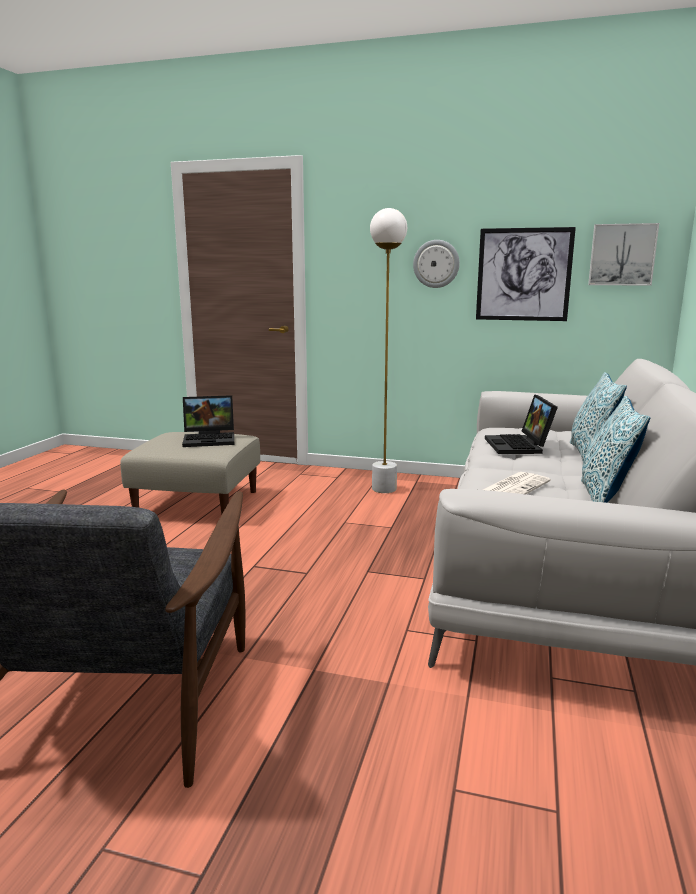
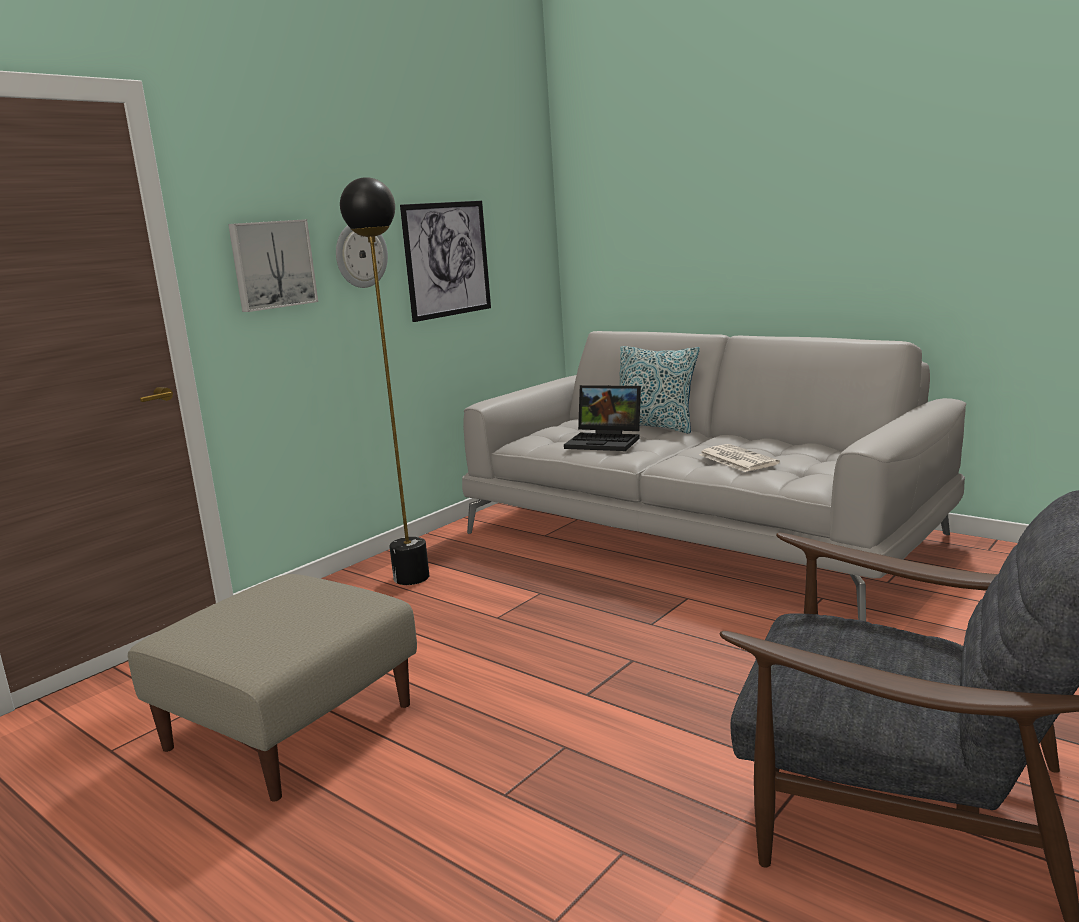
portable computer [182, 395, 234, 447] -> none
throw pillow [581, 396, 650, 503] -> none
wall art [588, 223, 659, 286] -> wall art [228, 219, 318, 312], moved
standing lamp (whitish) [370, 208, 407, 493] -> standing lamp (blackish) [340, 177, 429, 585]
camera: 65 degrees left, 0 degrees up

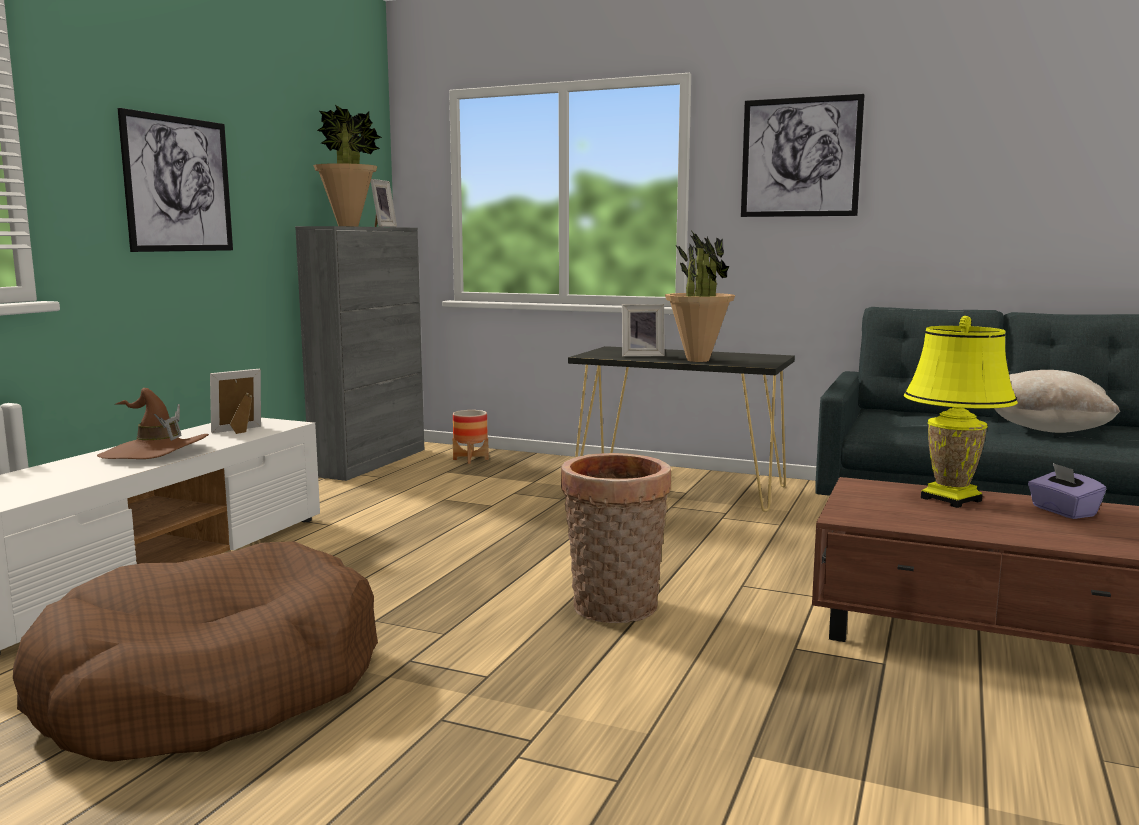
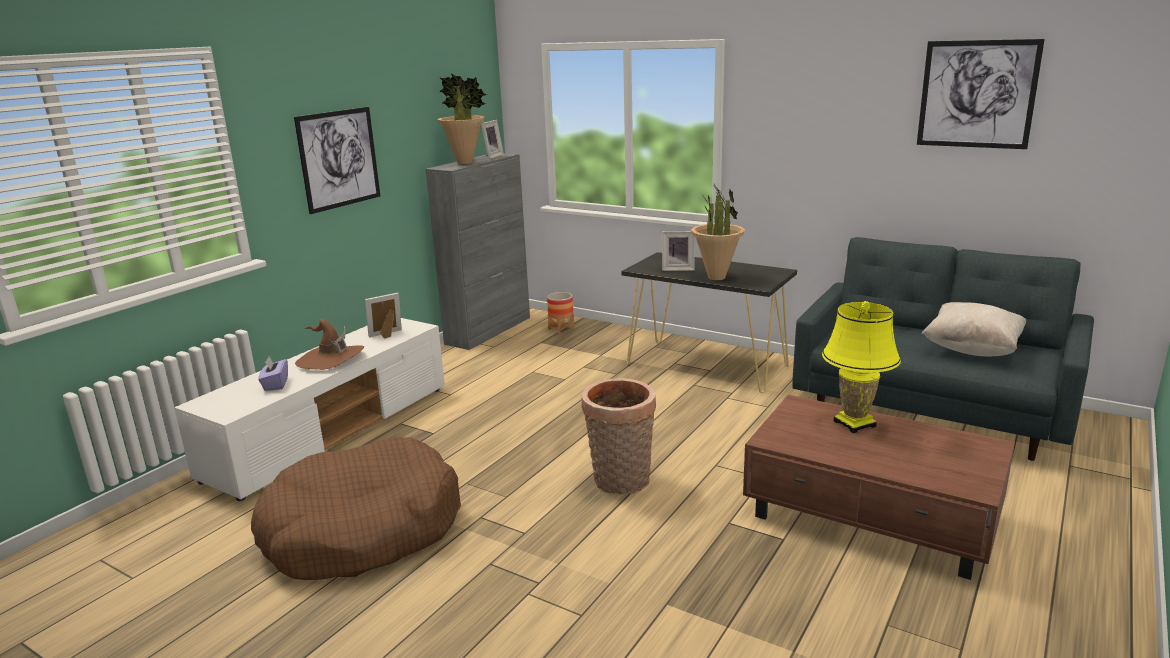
wall art [741, 94, 865, 217] -> wall art [917, 39, 1045, 149], moved
tissue box (purplish) [1028, 463, 1106, 519] -> tissue box (purplish) [258, 356, 288, 391], moved
camera: 10 degrees right, 10 degrees up

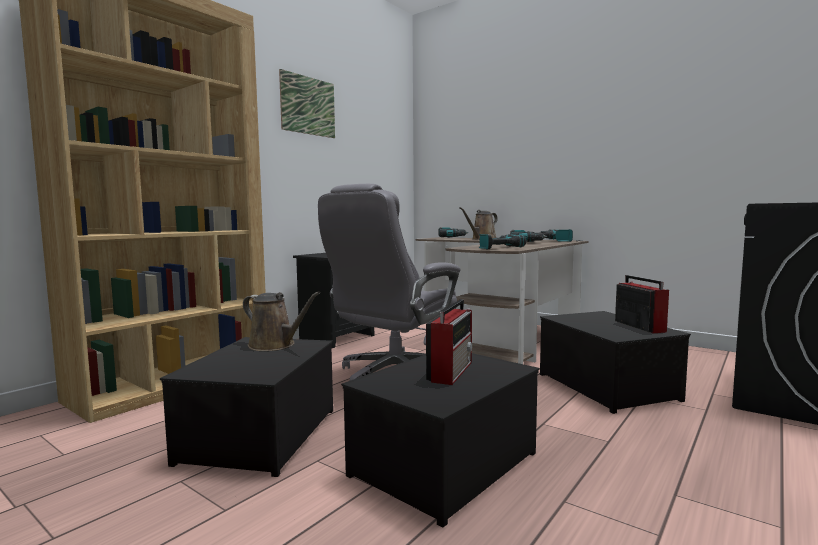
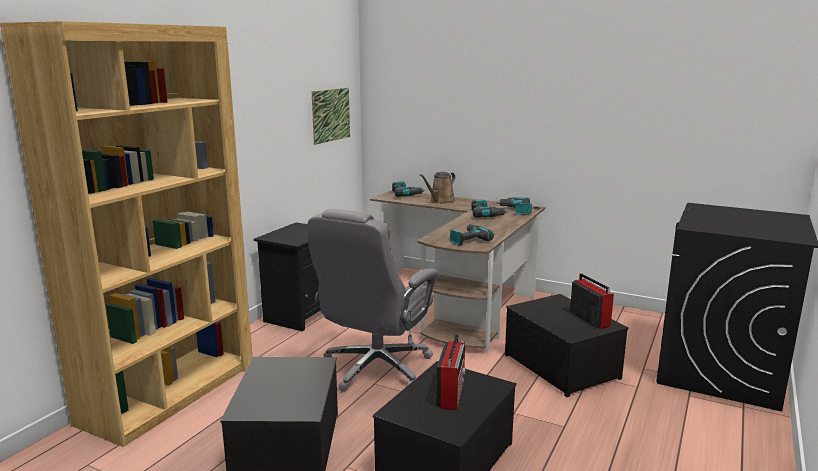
sprinkling can (brownish) [243, 291, 320, 351] -> none
wall art [279, 69, 335, 138] -> wall art [312, 88, 350, 145], moved
camera: 10 degrees left, 10 degrees up

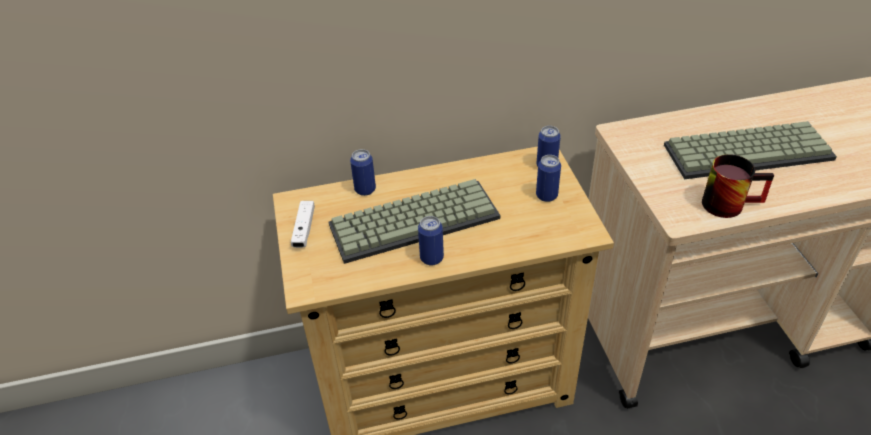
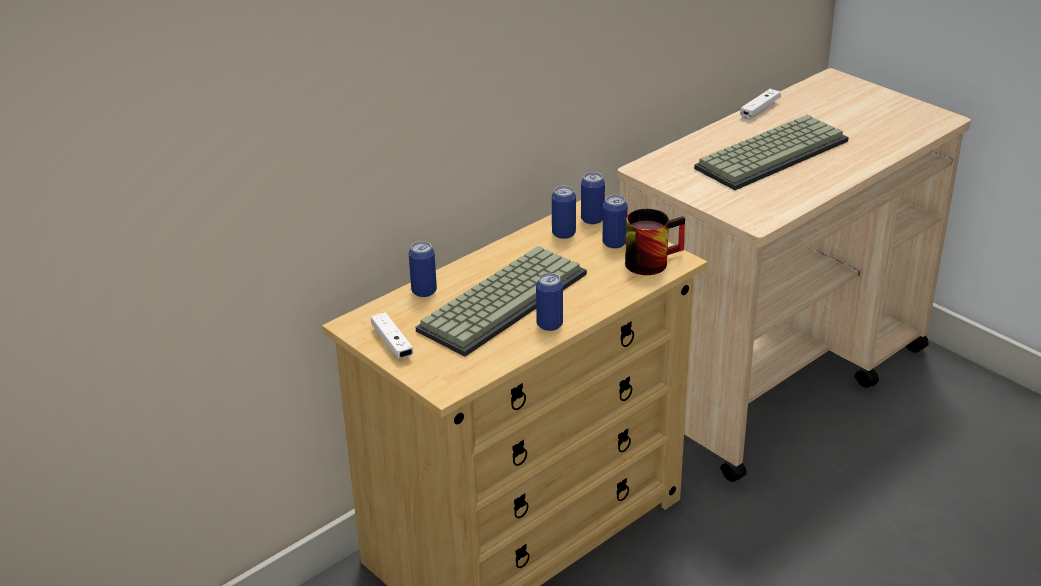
none -> metal can [552, 186, 576, 239]
none -> joypad (whitish) [741, 89, 781, 120]
tea mug [702, 154, 774, 218] -> tea mug [625, 209, 685, 275], moved
camera: 30 degrees left, 10 degrees down

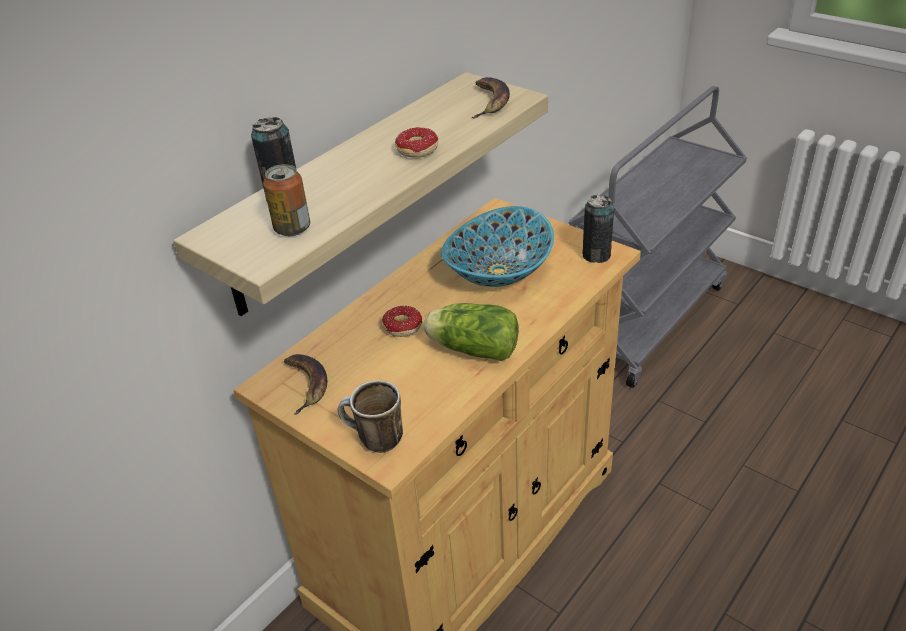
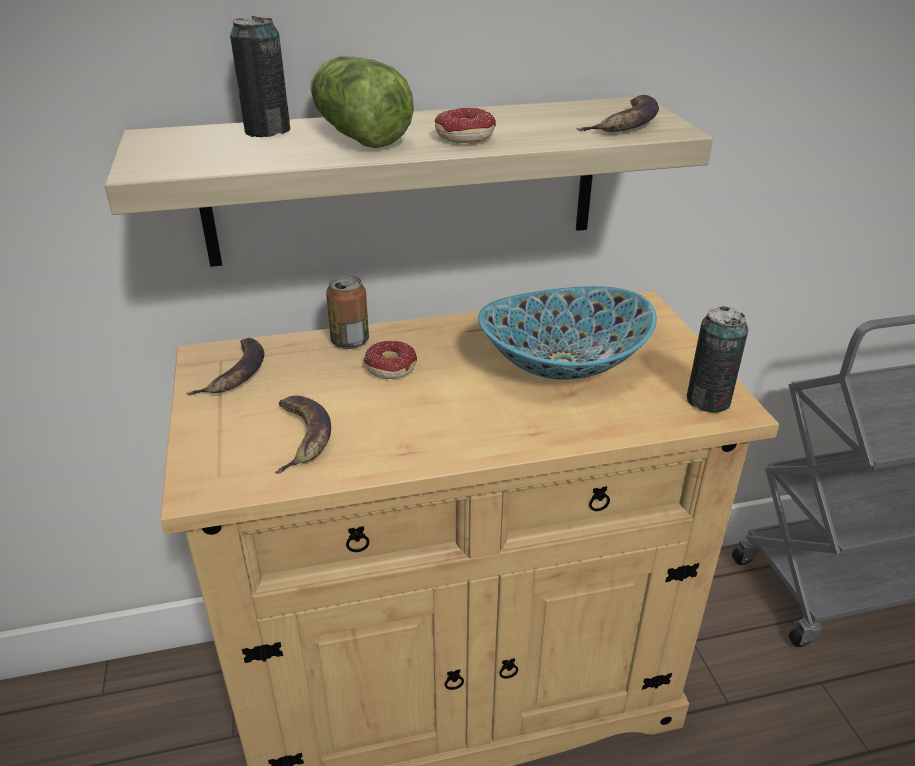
tea mug [338, 380, 403, 453] -> none
none -> banana fruit [275, 396, 331, 474]
metal can [263, 164, 310, 236] -> metal can [326, 275, 369, 349], moved
head of lettuce [423, 303, 519, 361] -> head of lettuce [310, 56, 414, 148], moved
camera: 35 degrees right, 5 degrees down

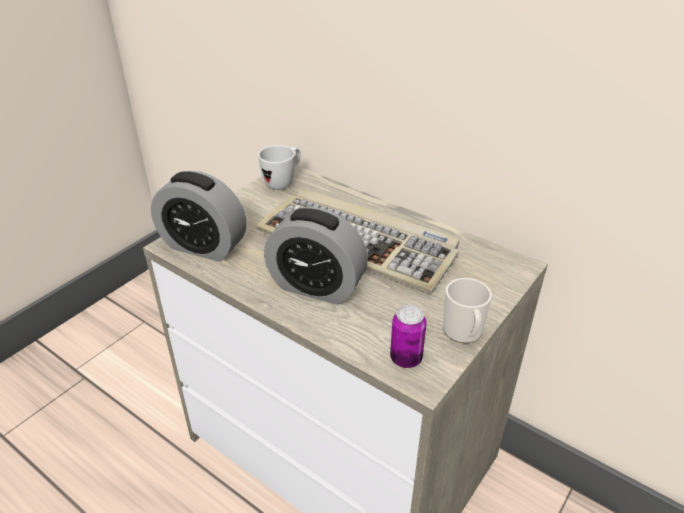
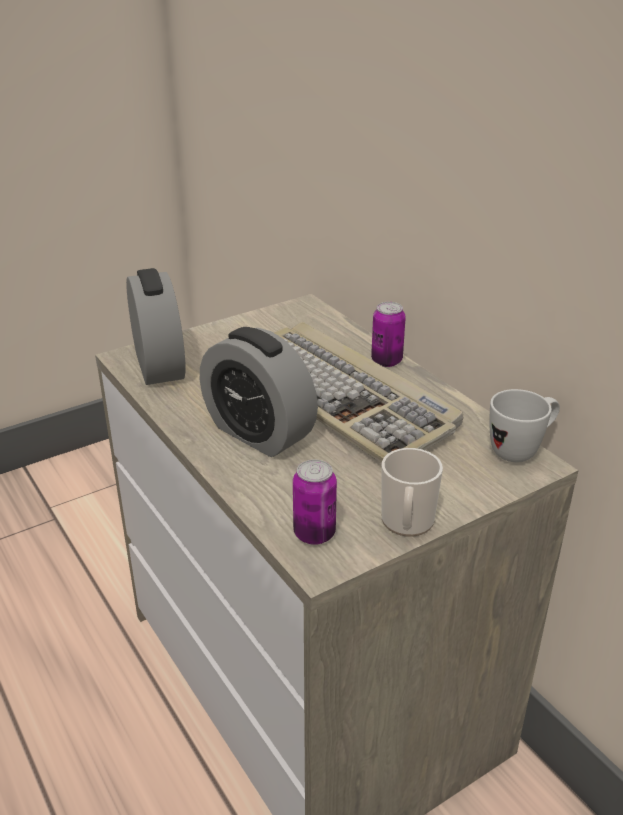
none -> metal can [371, 302, 406, 367]
tea mug (whitish) [258, 145, 301, 190] -> tea mug (whitish) [489, 389, 560, 462], moved
alarm clock [151, 171, 246, 261] -> alarm clock [126, 268, 185, 385], 150 degrees counterclockwise
camera: 20 degrees right, 5 degrees down

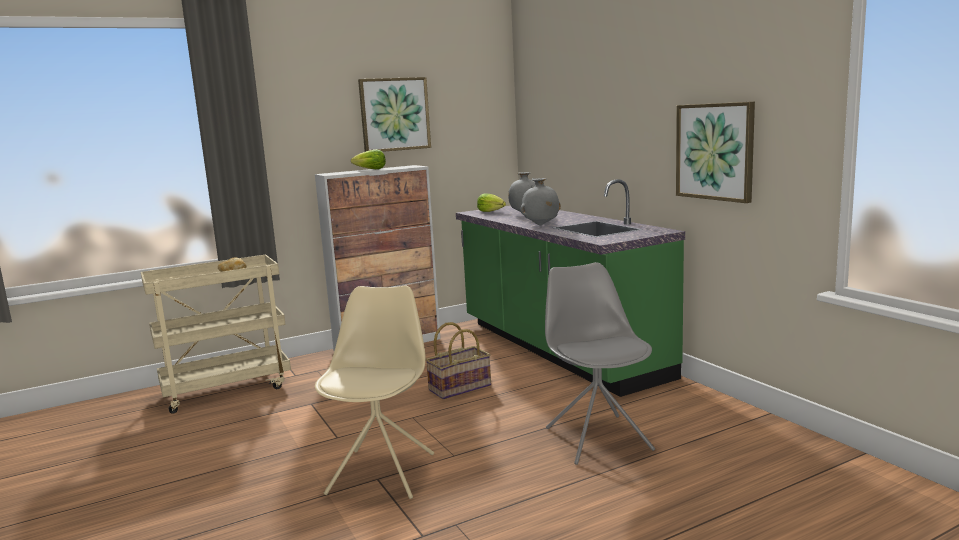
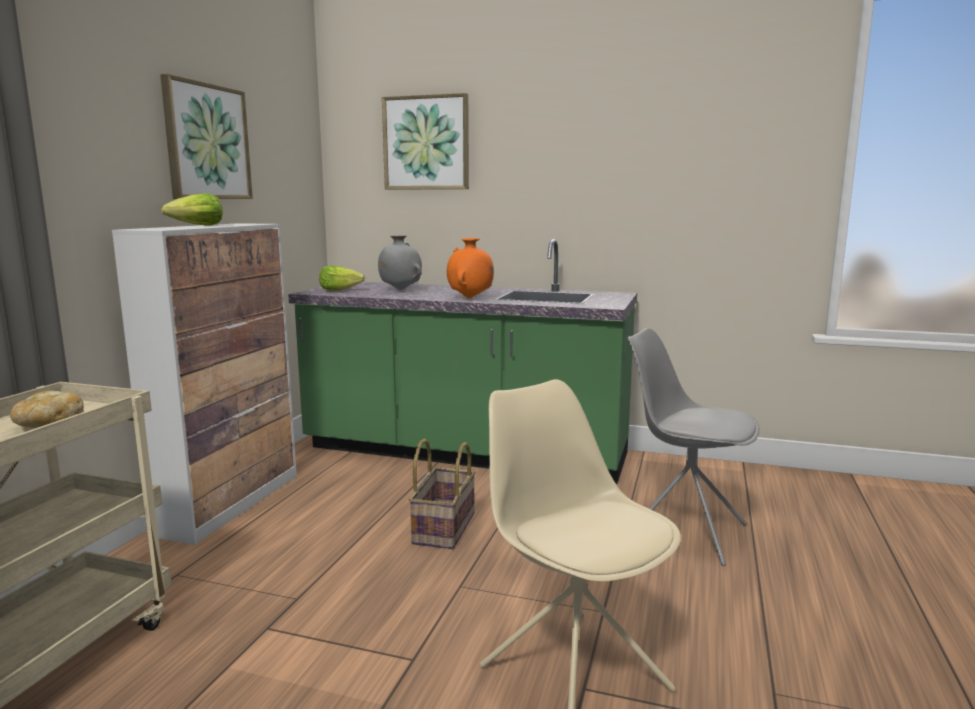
wall art [676, 102, 755, 203] -> wall art [382, 93, 469, 190], moved
decorative vase (gray) [520, 178, 561, 225] -> decorative vase (orange-coloured) [447, 238, 494, 298]
camera: 45 degrees left, 0 degrees up

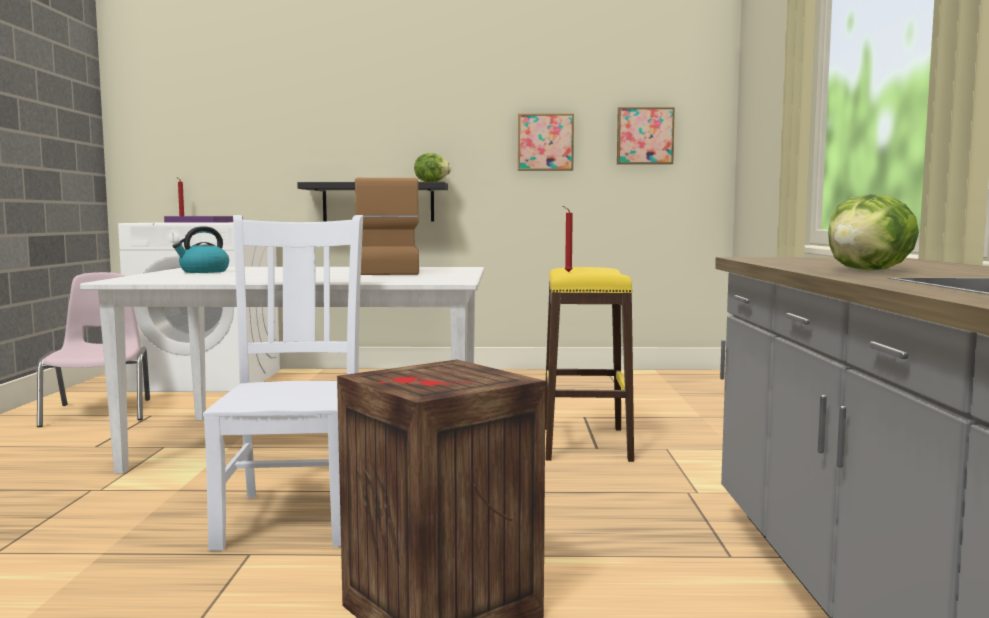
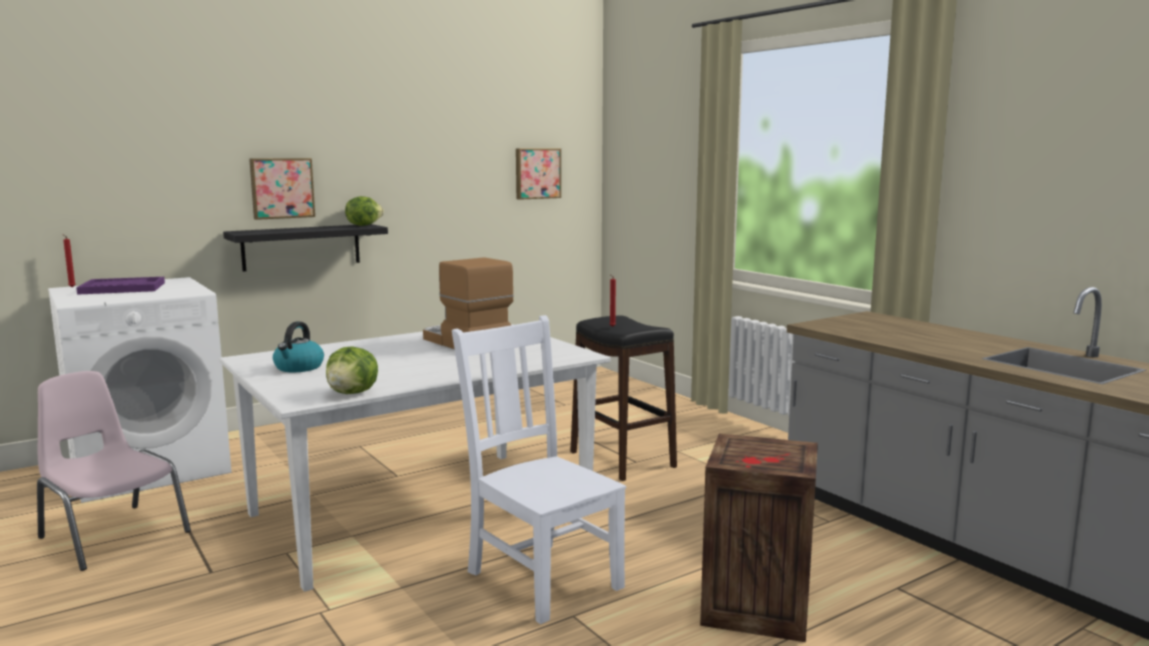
wall art [518, 113, 574, 171] -> wall art [249, 158, 315, 220], moved
head of lettuce [828, 194, 919, 271] -> head of lettuce [326, 346, 378, 394], moved
stool (yellow) [545, 267, 634, 462] -> stool (blackish) [570, 316, 677, 481]
camera: 35 degrees left, 5 degrees up

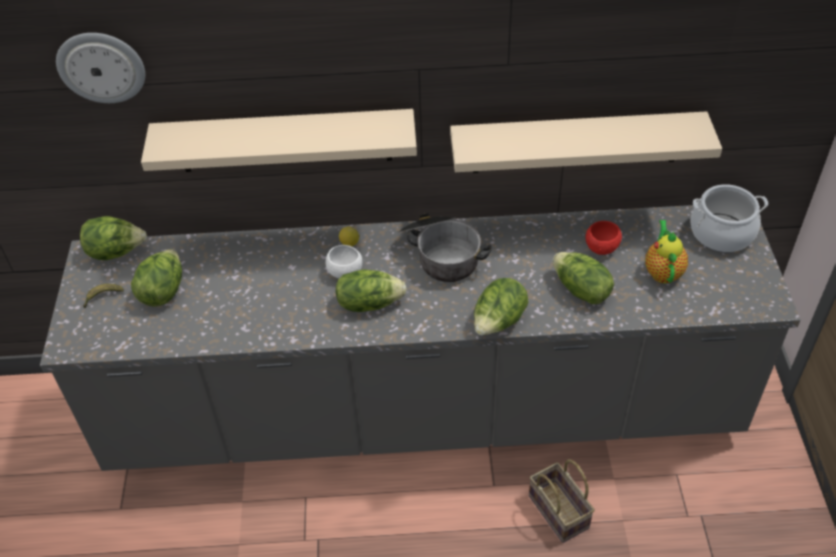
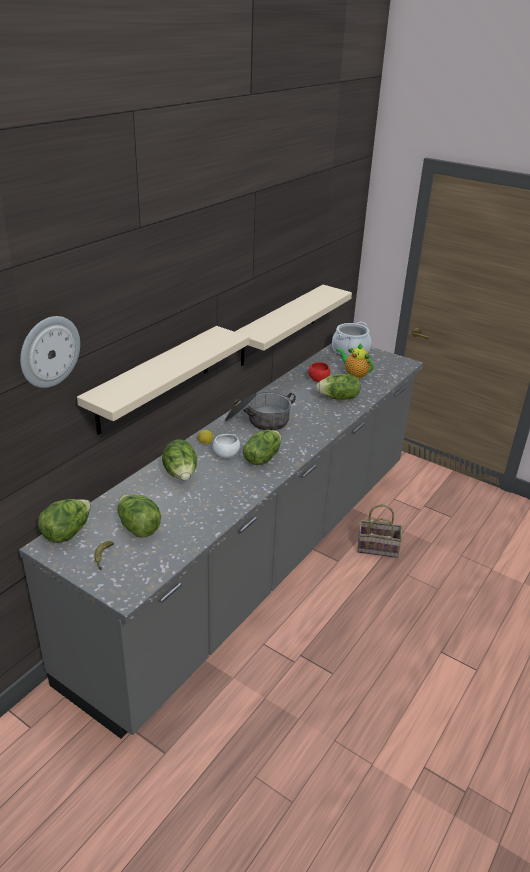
head of lettuce [474, 278, 529, 335] -> head of lettuce [162, 439, 197, 480], moved
camera: 55 degrees left, 15 degrees down

